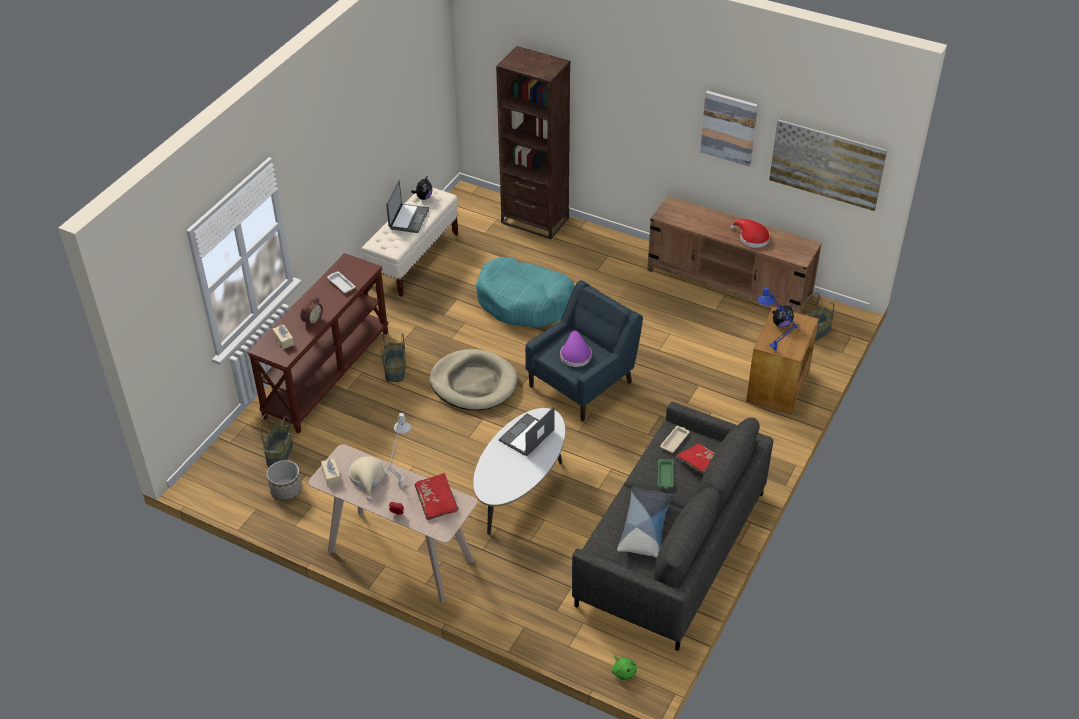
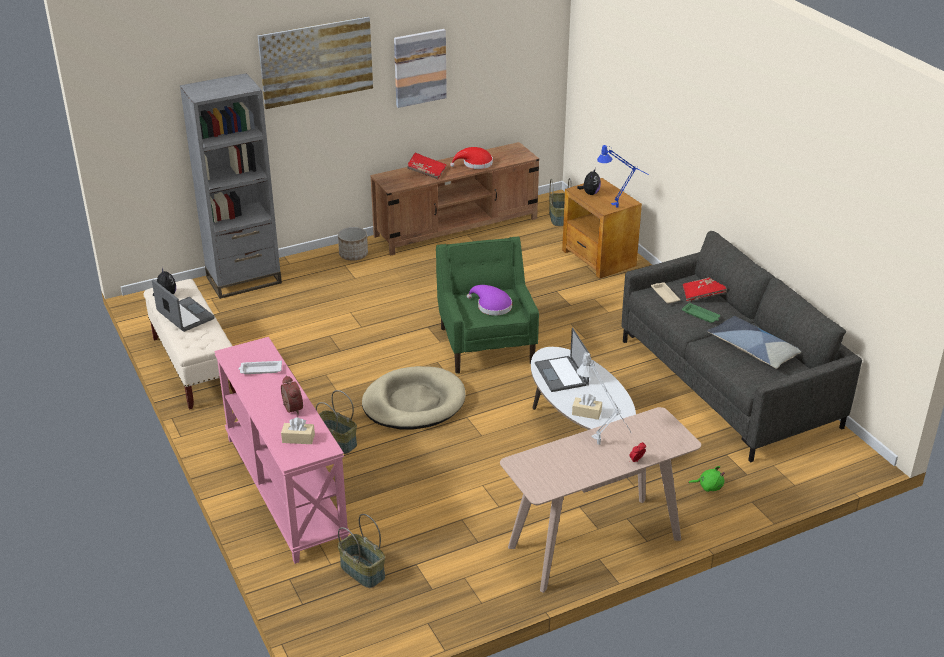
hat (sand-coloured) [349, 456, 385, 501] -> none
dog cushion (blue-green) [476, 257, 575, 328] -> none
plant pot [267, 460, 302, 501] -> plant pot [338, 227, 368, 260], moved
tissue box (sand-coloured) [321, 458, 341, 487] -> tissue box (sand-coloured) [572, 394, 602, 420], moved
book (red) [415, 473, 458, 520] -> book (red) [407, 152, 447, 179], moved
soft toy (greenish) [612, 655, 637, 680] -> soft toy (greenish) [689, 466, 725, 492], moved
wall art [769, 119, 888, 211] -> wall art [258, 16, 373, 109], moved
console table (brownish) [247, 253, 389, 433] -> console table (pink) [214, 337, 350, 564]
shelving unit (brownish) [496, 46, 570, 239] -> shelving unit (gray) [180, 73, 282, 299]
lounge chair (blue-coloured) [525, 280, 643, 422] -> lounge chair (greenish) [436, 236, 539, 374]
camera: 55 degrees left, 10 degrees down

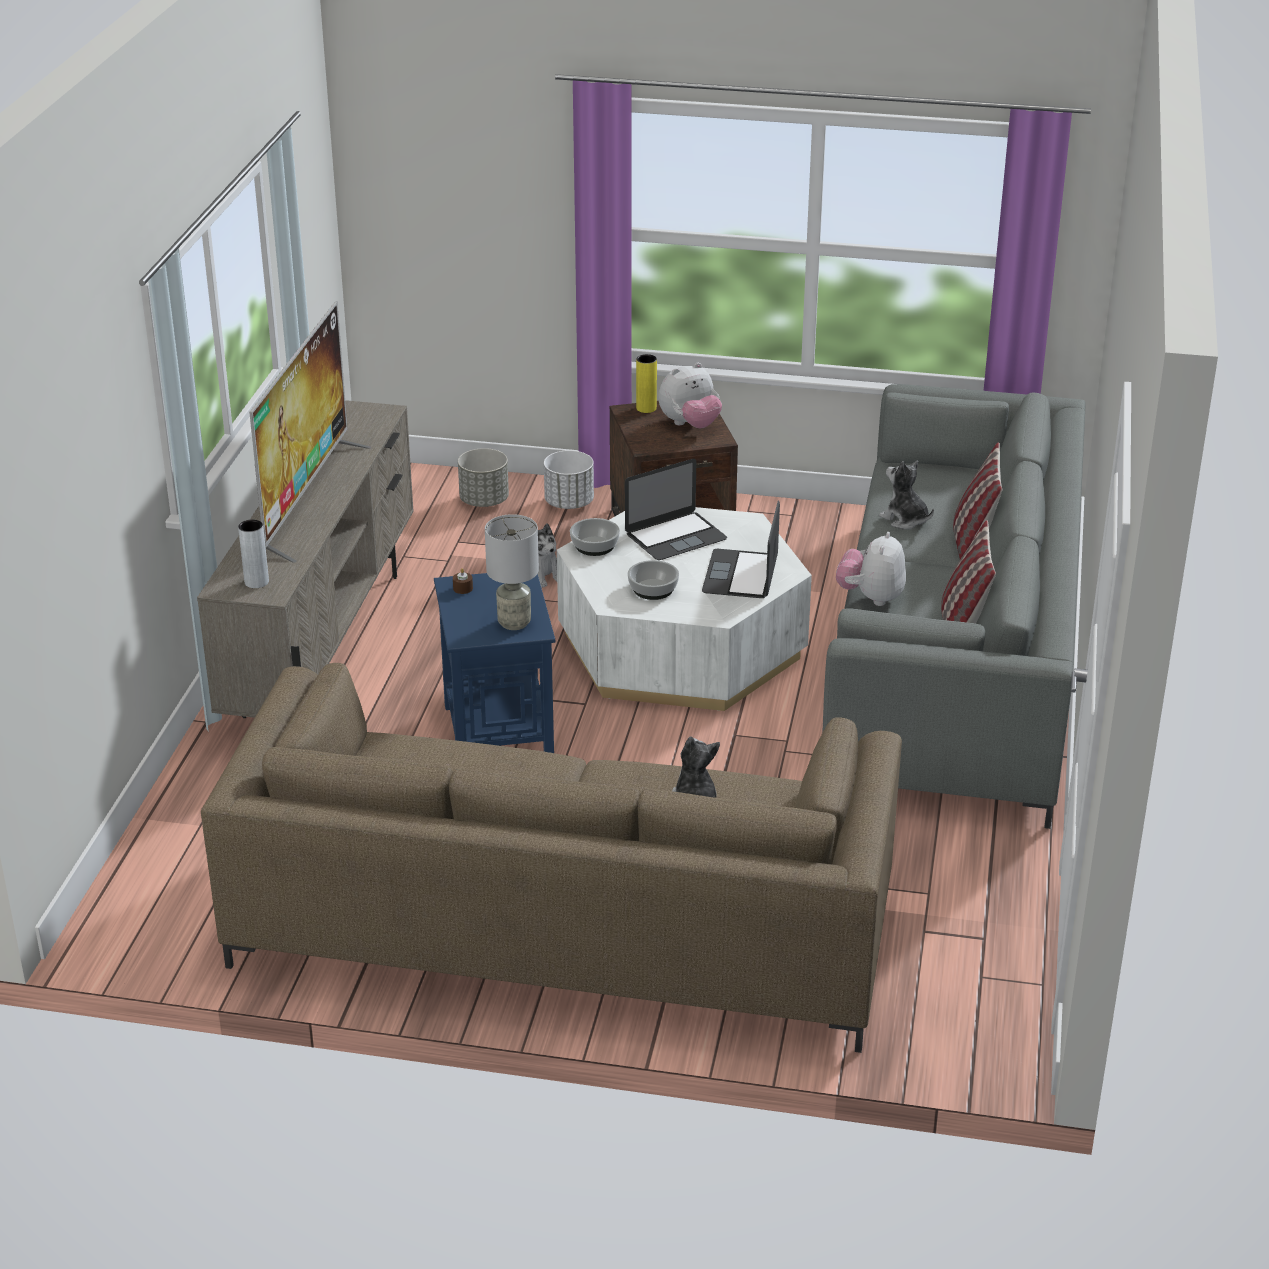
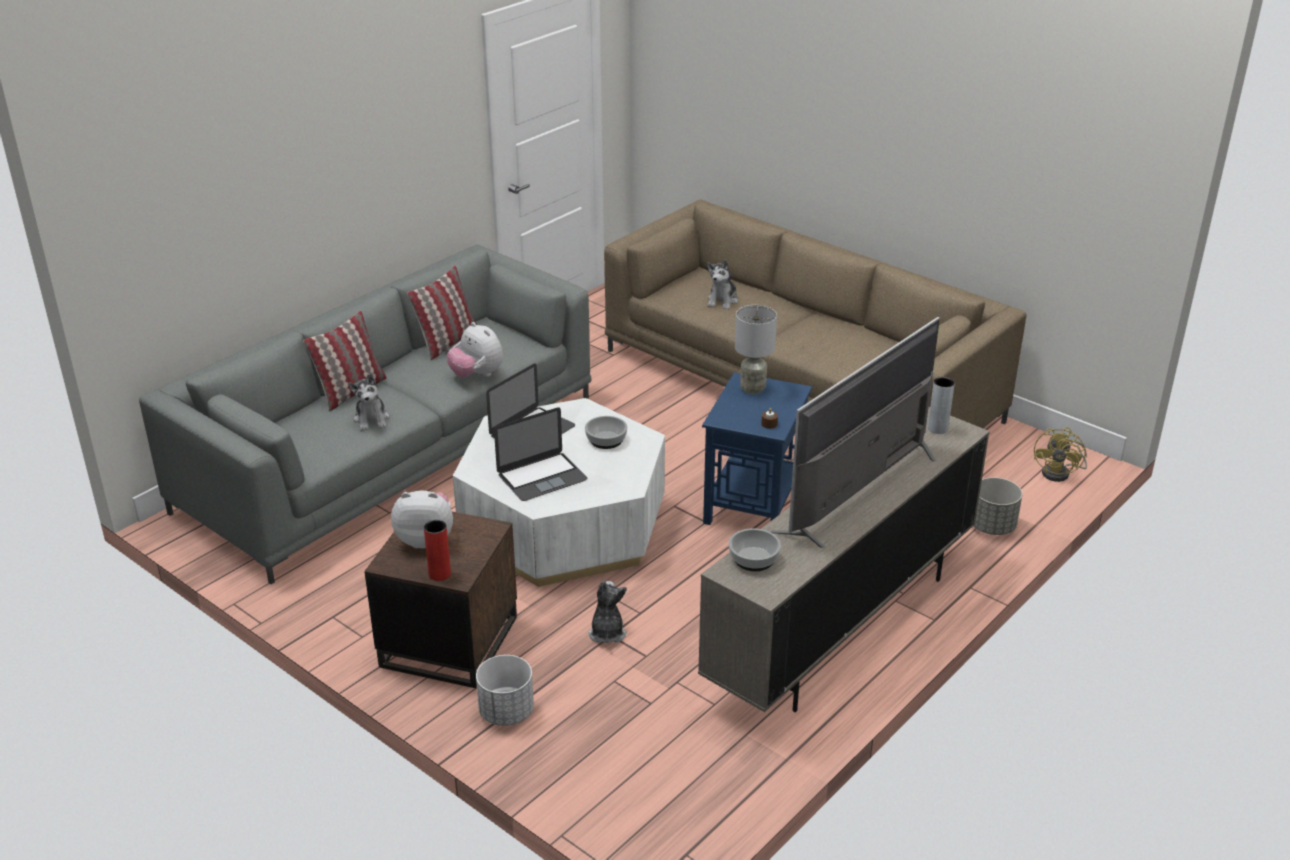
none -> electric fan (yellow) [1034, 427, 1087, 482]
plant pot (gray) [458, 448, 509, 507] -> plant pot (gray) [974, 477, 1022, 535], moved
deep dish [570, 518, 620, 556] -> deep dish [729, 528, 781, 571], moved
decorative vase (yellow) [636, 354, 657, 413] -> decorative vase (red) [424, 520, 451, 581]
portable computer [625, 459, 727, 560] -> portable computer [494, 407, 587, 501], 150 degrees clockwise
soft toy [836, 532, 906, 606] -> soft toy [447, 322, 503, 378], 90 degrees clockwise
camera: 150 degrees left, 0 degrees up

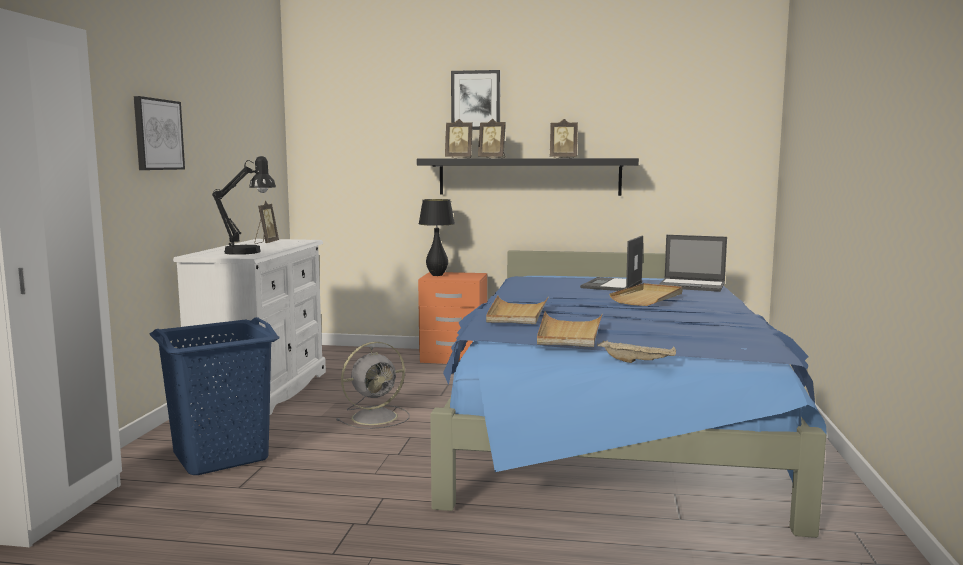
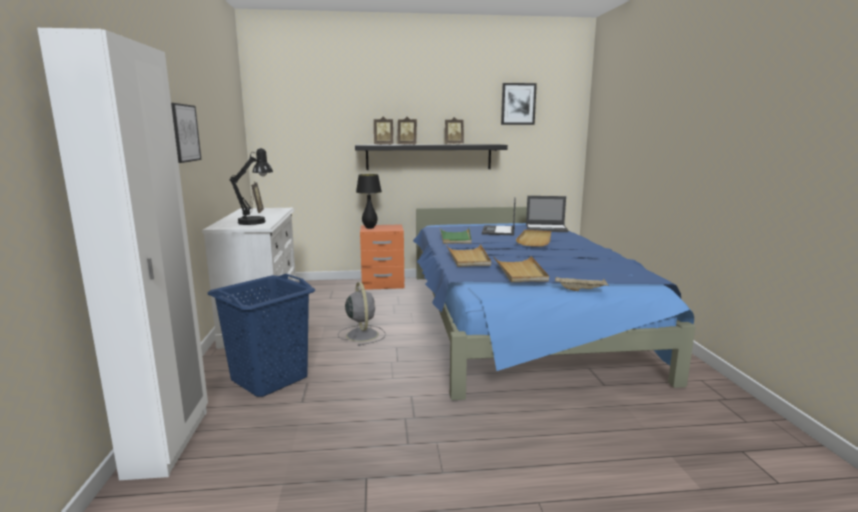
none -> serving tray (greenish) [440, 228, 471, 244]
wall art [451, 70, 500, 130] -> wall art [501, 83, 537, 125], moved
electric fan (gray) [336, 342, 409, 429] -> electric fan (gray) [337, 282, 386, 346], 60 degrees counterclockwise
camera: 15 degrees left, 5 degrees up

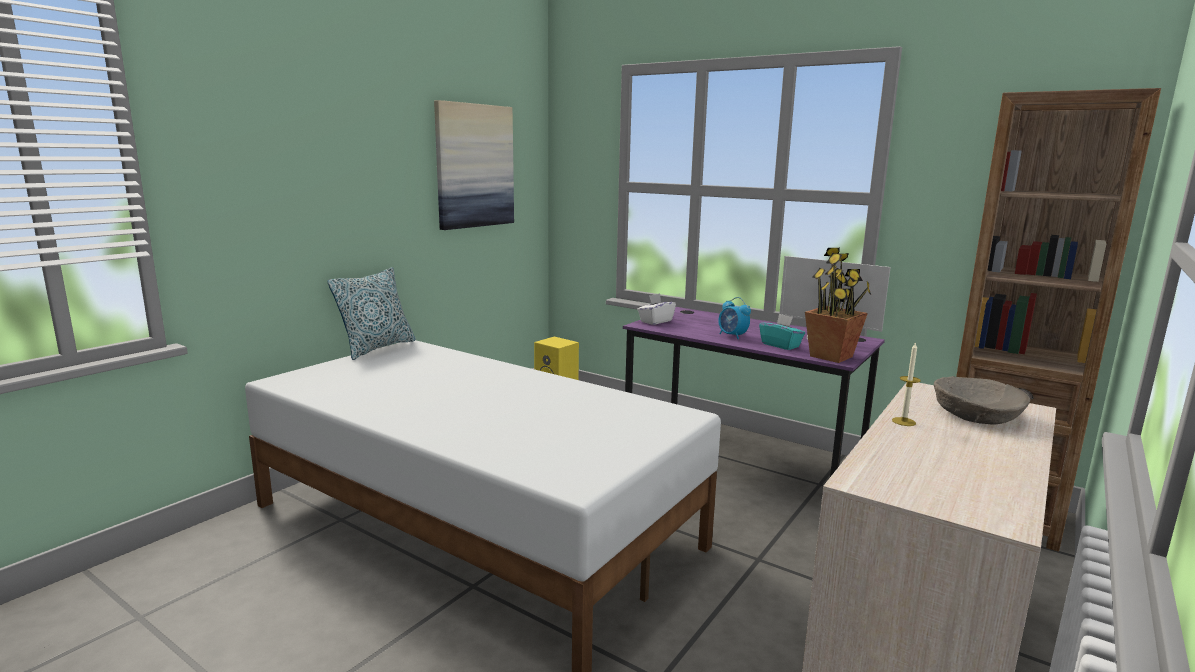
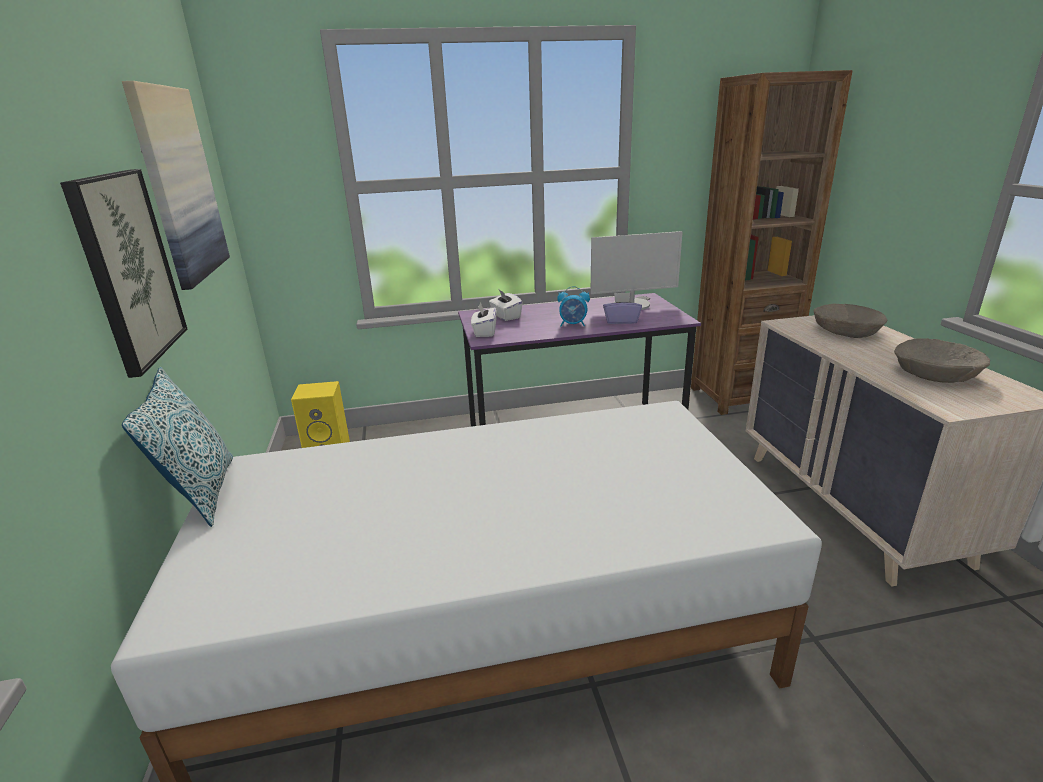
potted plant [805, 248, 871, 363] -> none
candle [892, 342, 921, 426] -> none
none -> wall art [60, 169, 187, 378]
none -> tissue box (whitish) [489, 290, 523, 321]
none -> deep dish (sand-coloured) [894, 338, 990, 383]
tissue box (blue-green) [759, 314, 805, 350] -> tissue box (purplish) [603, 293, 642, 324]
camera: 45 degrees left, 10 degrees up

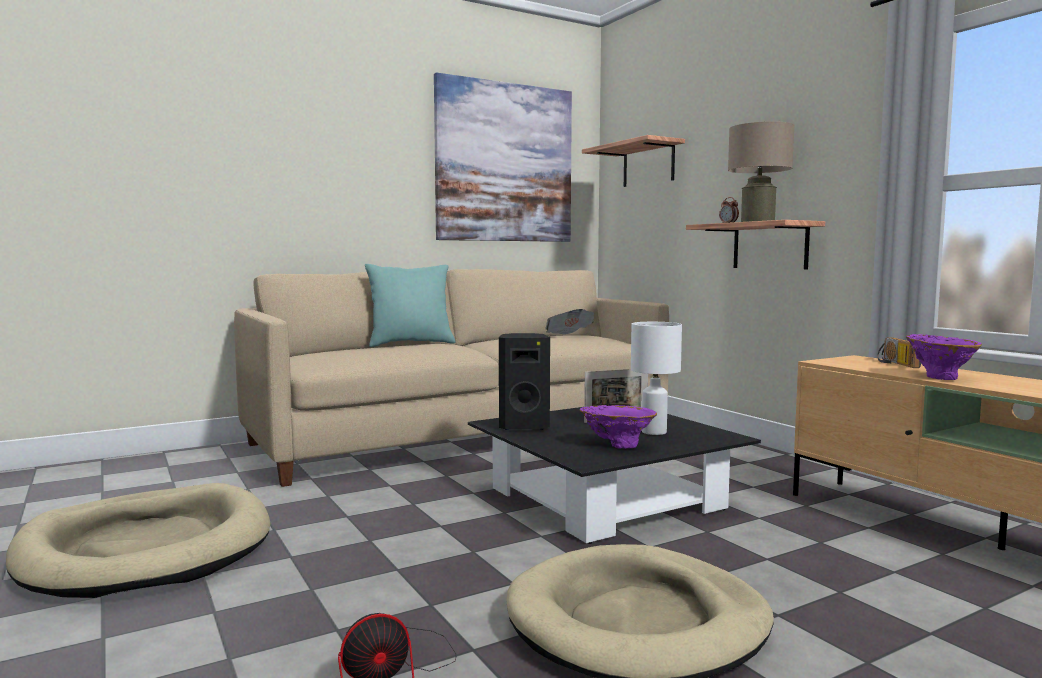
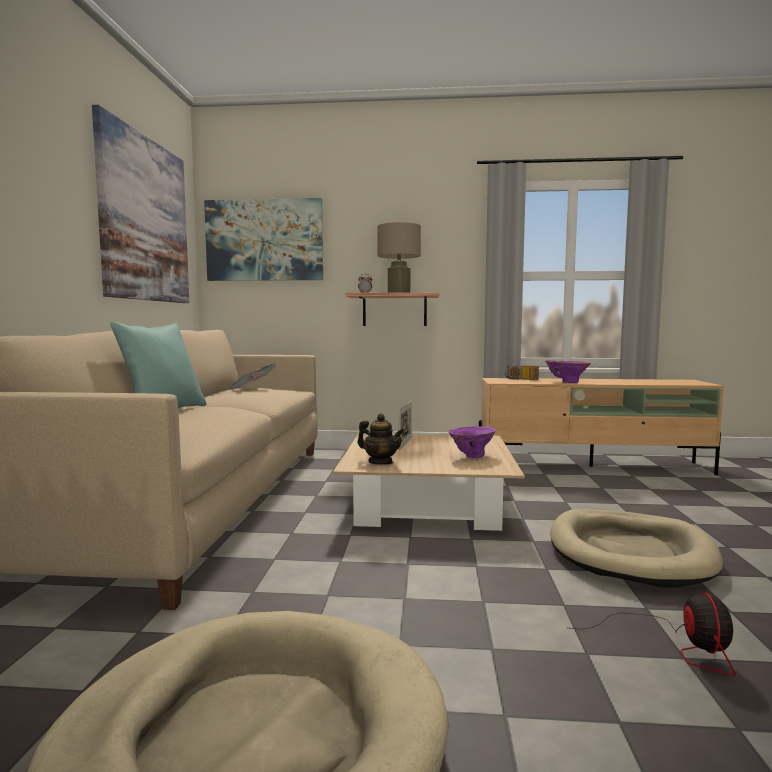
tabletop lamp (whitish) [631, 322, 682, 435] -> none
speaker (blackish) [499, 333, 550, 430] -> pot for tea [358, 414, 404, 465]
wall shelf [582, 135, 685, 187] -> wall art [204, 198, 323, 281]
lounge table (blackish) [468, 407, 761, 544] -> lounge table (sand-coloured) [333, 433, 525, 531]
camera: 55 degrees left, 0 degrees up

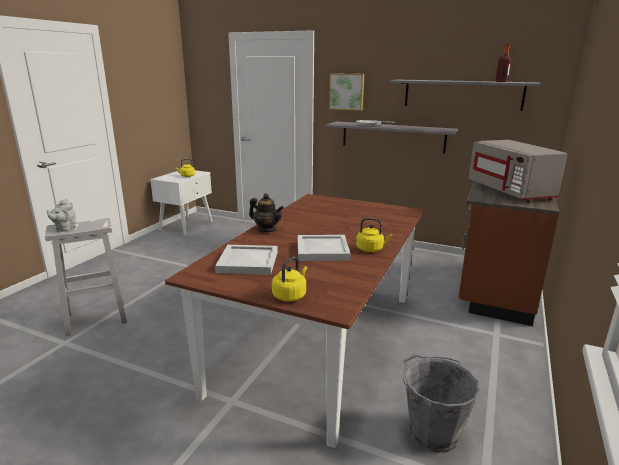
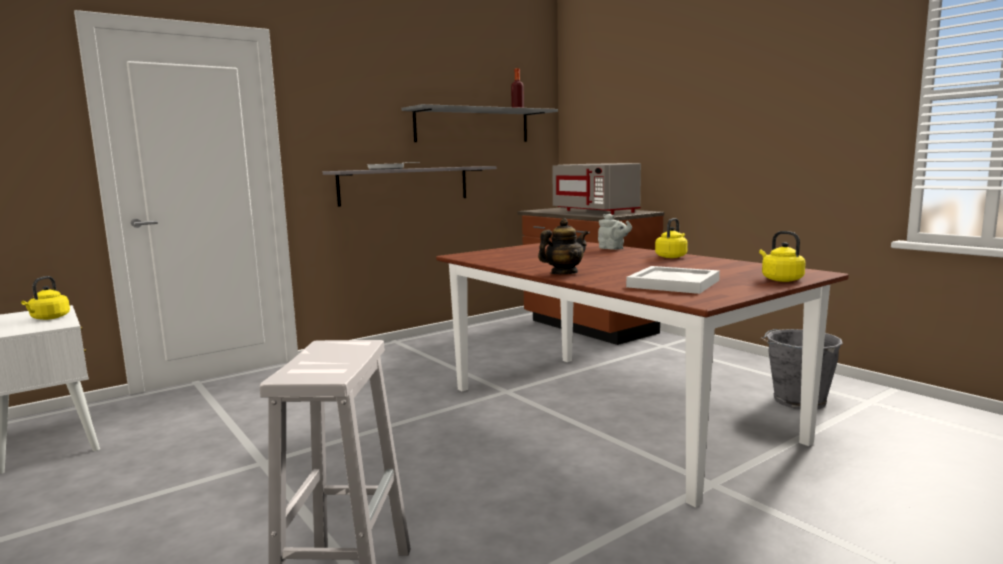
serving tray (whitish) [298, 235, 351, 261] -> none
wall art [329, 73, 364, 111] -> none
pot for tea (gray) [47, 199, 76, 231] -> pot for tea (gray) [598, 214, 632, 250], moved
microwave (gray) [469, 140, 568, 202] -> microwave (gray) [552, 163, 641, 215], 45 degrees clockwise
camera: 60 degrees left, 10 degrees down

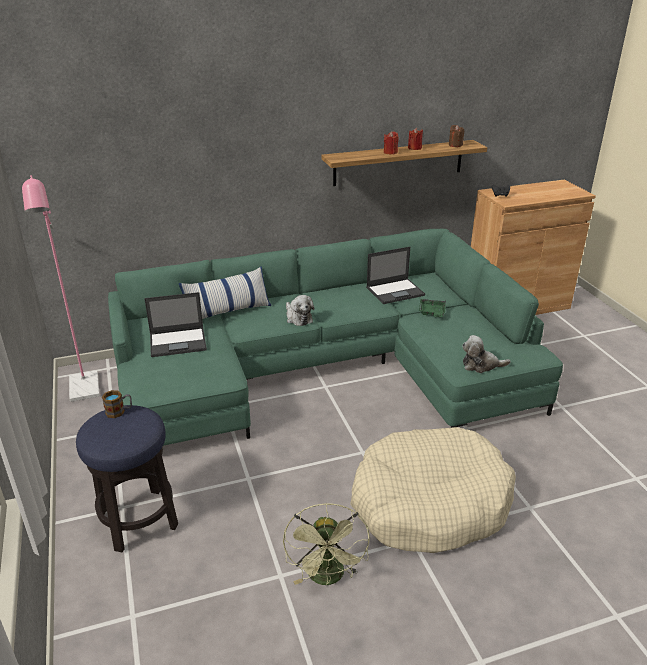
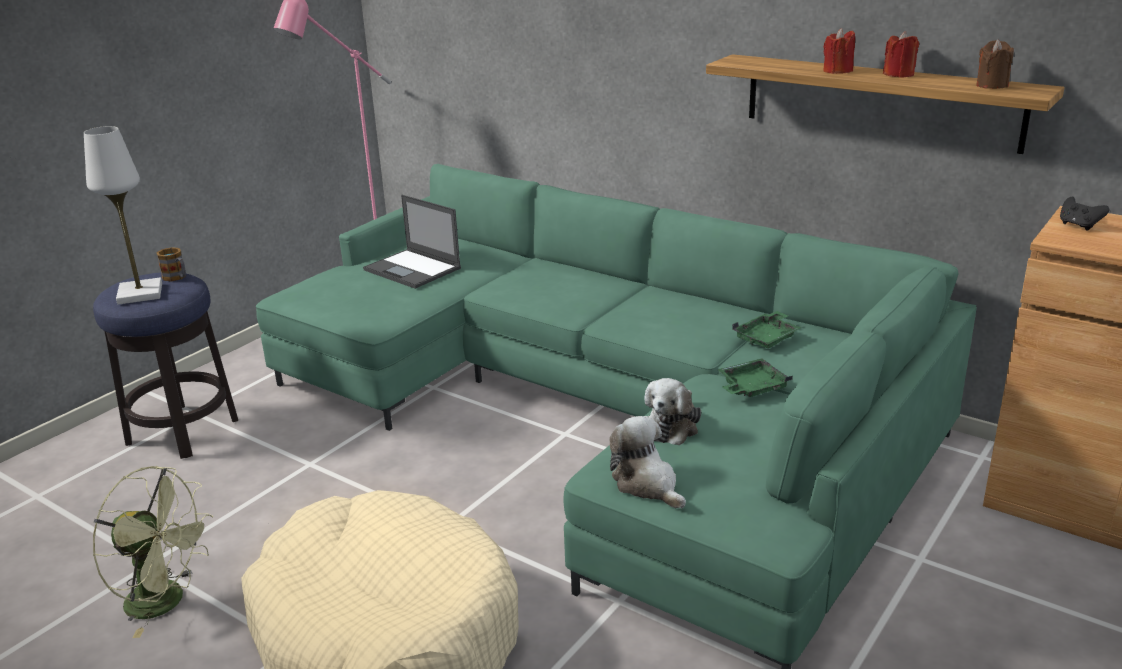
throw pillow [179, 267, 271, 319] -> none
none -> tabletop lamp (whitish) [84, 126, 162, 305]
soft toy [286, 295, 314, 326] -> soft toy [645, 378, 701, 445], moved
portable computer [366, 247, 425, 304] -> serving tray (greenish) [732, 311, 802, 348]
electric fan (greenish) [283, 503, 370, 585] -> electric fan (greenish) [93, 466, 214, 638], 120 degrees counterclockwise
camera: 55 degrees right, 5 degrees down

